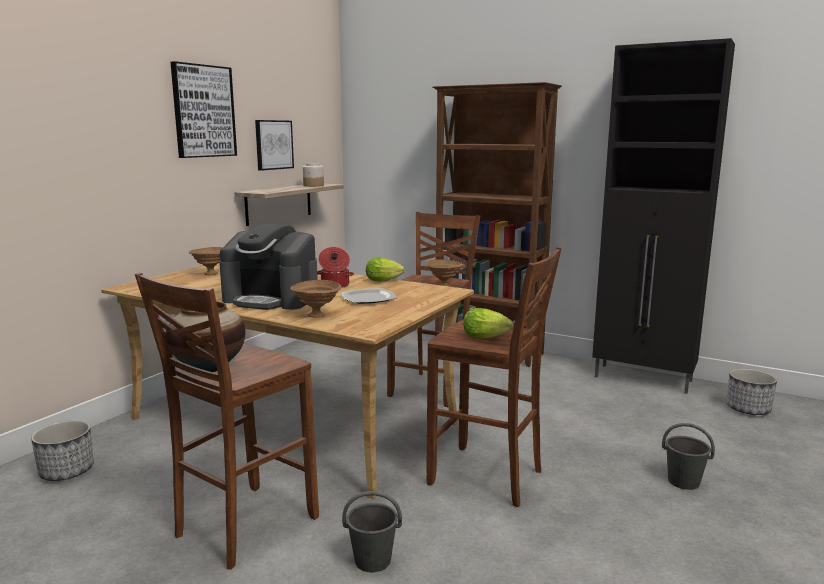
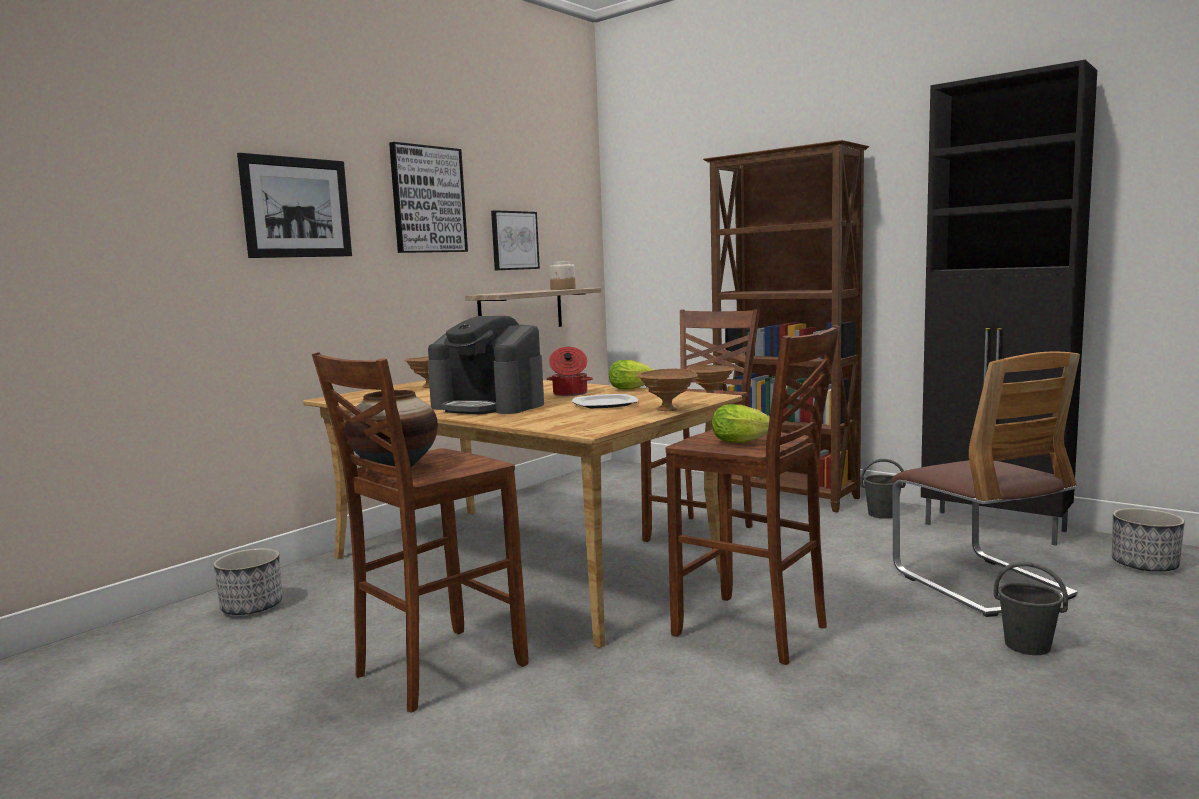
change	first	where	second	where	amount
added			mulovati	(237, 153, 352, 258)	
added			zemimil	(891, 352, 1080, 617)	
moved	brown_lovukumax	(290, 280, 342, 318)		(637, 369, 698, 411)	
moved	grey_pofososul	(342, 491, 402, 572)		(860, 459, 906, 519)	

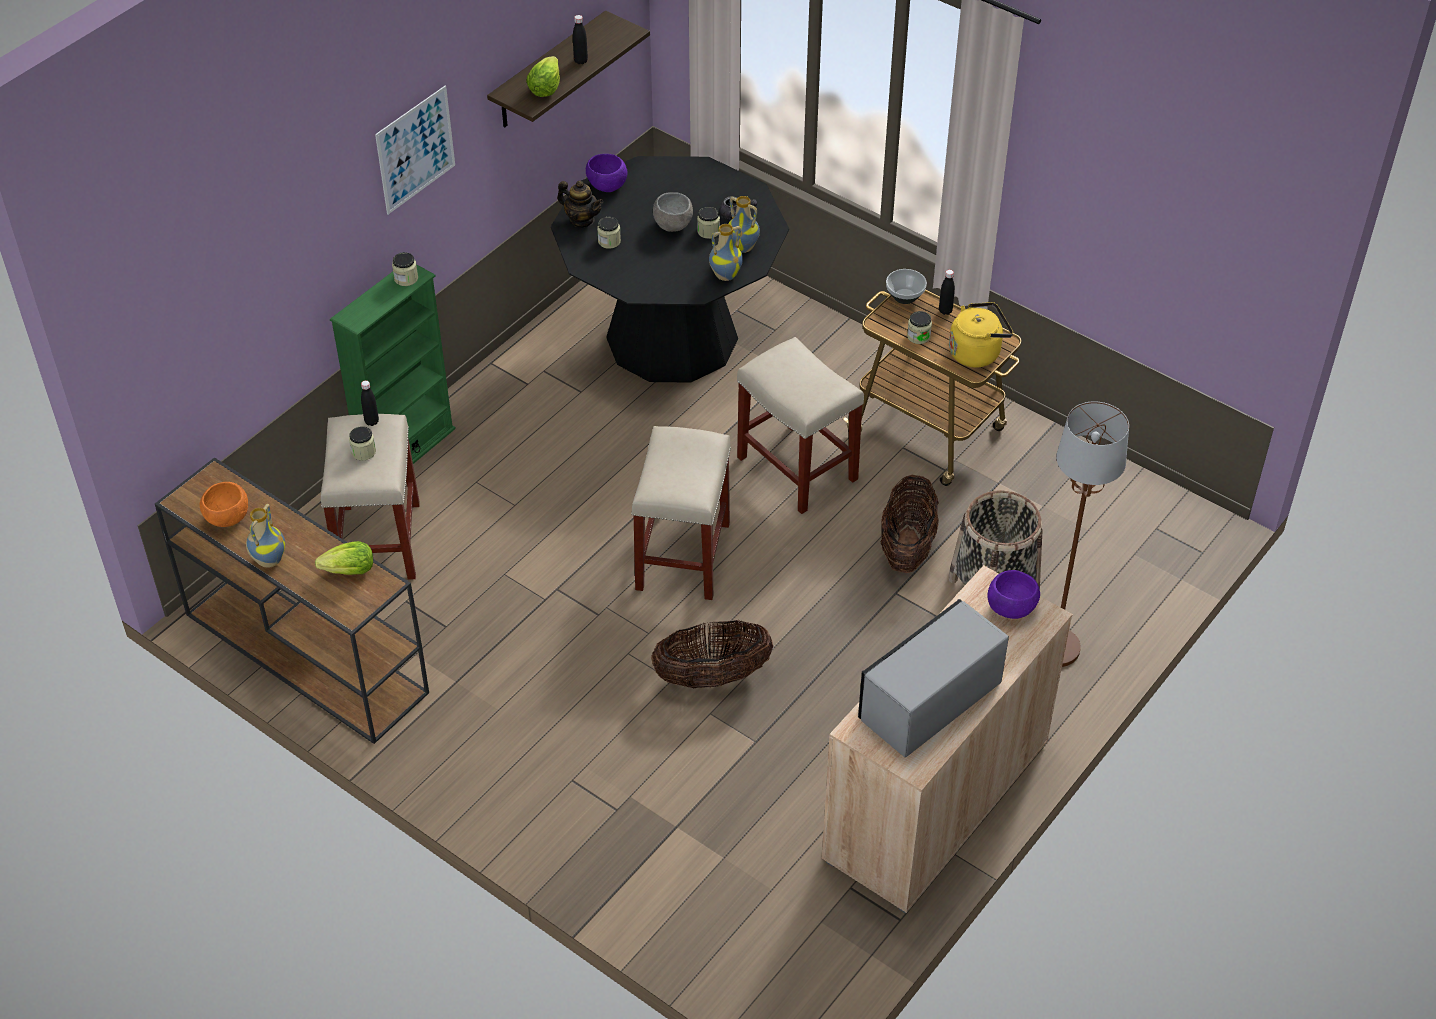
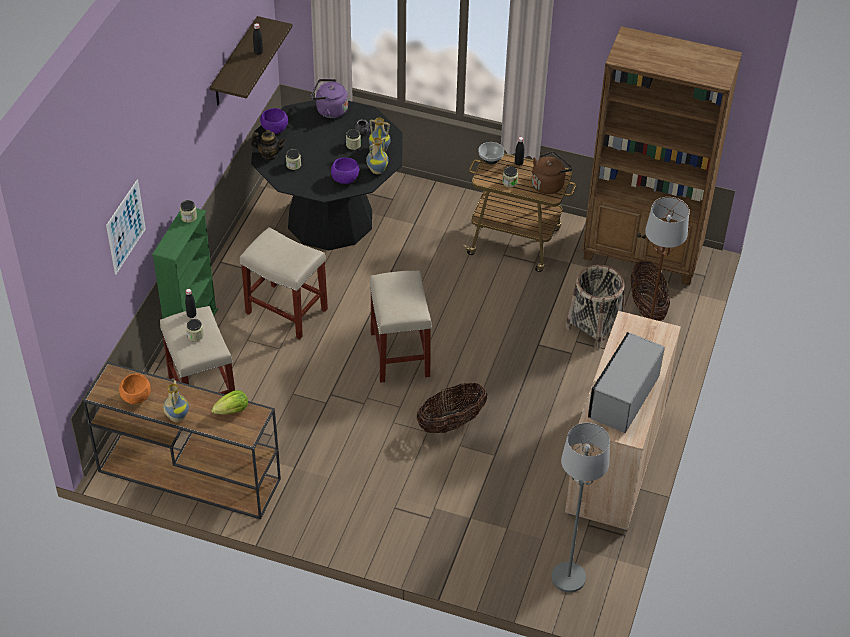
change	first	where	second	where	amount
removed	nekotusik	(526, 56, 560, 97)			
removed	grey_lovukumax	(653, 192, 693, 232)			
added			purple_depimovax	(311, 79, 348, 118)	
added			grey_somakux	(551, 423, 610, 593)	
added			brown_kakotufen	(582, 26, 742, 285)	
moved	mulovati	(375, 86, 455, 214)		(106, 179, 146, 275)	
moved	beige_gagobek	(737, 337, 864, 514)		(240, 227, 328, 340)	
moved	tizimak	(881, 475, 939, 573)		(630, 261, 670, 321)	
moved	purple_lovukumax	(987, 570, 1040, 619)		(331, 157, 359, 184)	
recoloured	yellow_depimovax	(949, 302, 1013, 368)	brown_depimovax	(532, 151, 573, 194)	

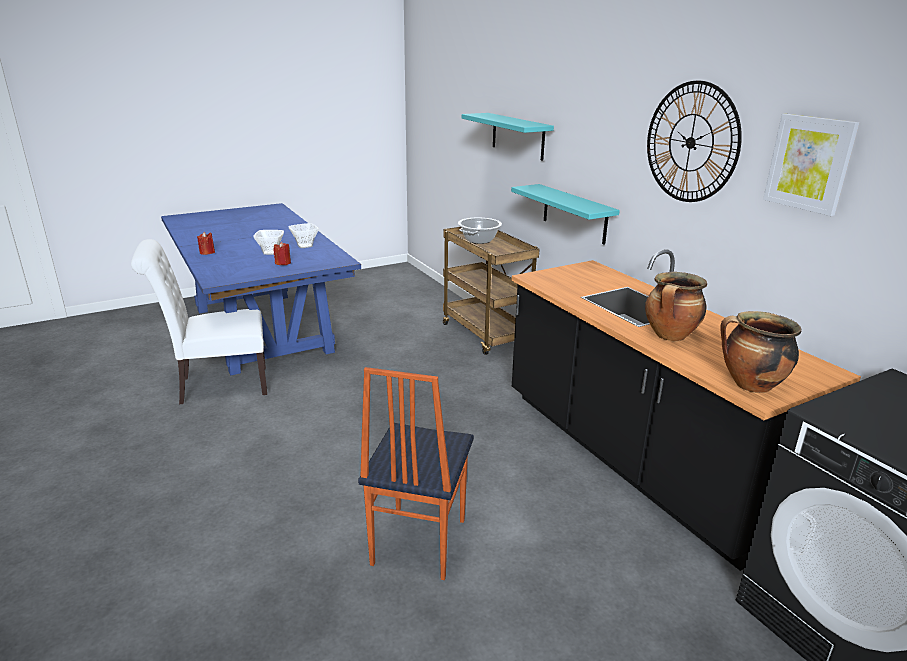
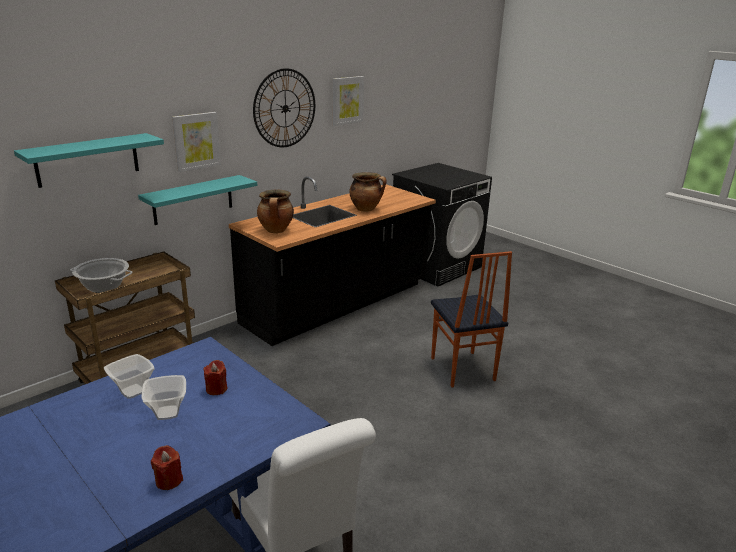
change	first	where	second	where	amount
added			mulovati	(172, 112, 221, 172)	
moved	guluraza	(720, 311, 801, 393)		(257, 190, 294, 233)	
turned	zemimil	(358, 367, 474, 580)		(431, 251, 512, 387)	75 degrees clockwise

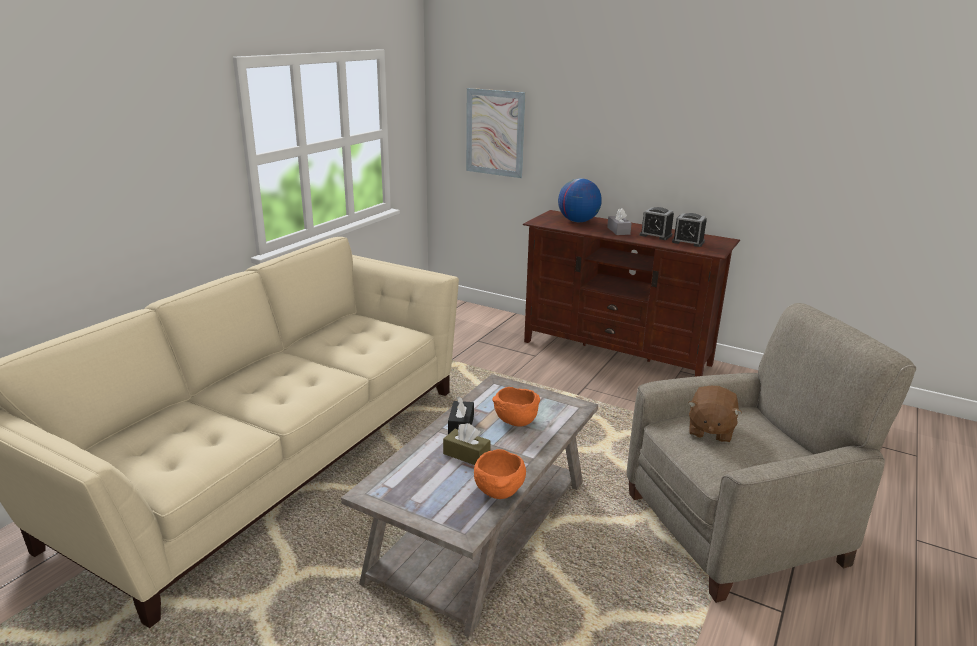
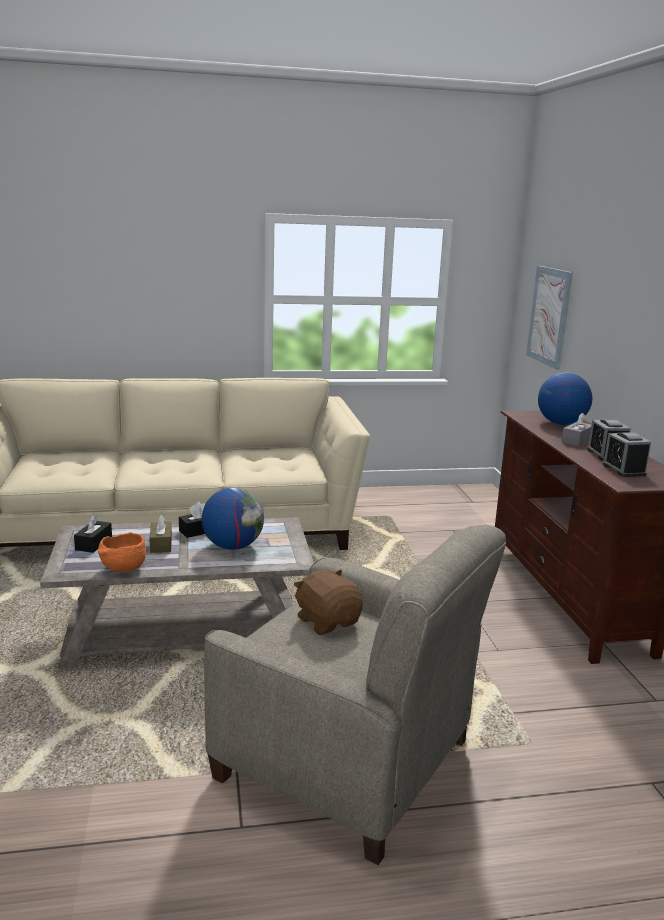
change	first	where	second	where	amount
added			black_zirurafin	(74, 514, 112, 553)	
replaced	orange_lovukumax	(492, 387, 540, 427)	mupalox	(201, 487, 264, 550)	
turned	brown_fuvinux	(688, 386, 742, 443)		(294, 570, 363, 635)	75 degrees clockwise

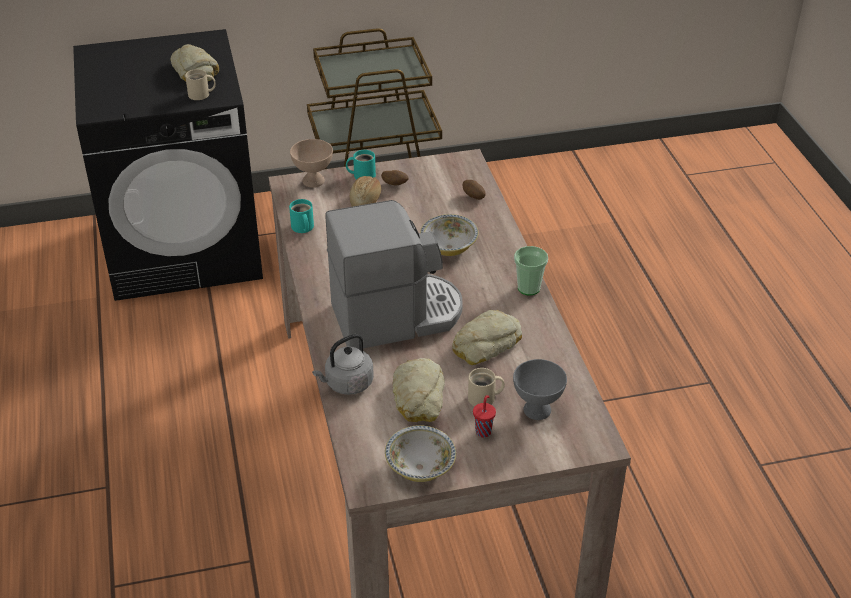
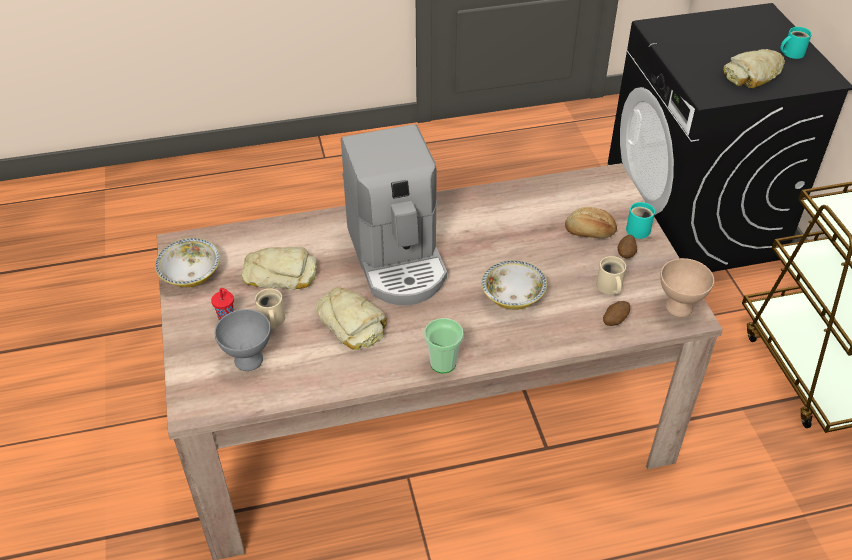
change	first	where	second	where	amount
removed	grey_depimovax	(312, 334, 374, 395)			
moved	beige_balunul	(185, 69, 216, 100)		(596, 256, 626, 295)	
moved	turquoise_balunul	(289, 199, 314, 233)		(781, 27, 812, 59)	
moved	beige_lovukumax	(290, 139, 333, 188)		(660, 258, 714, 317)	

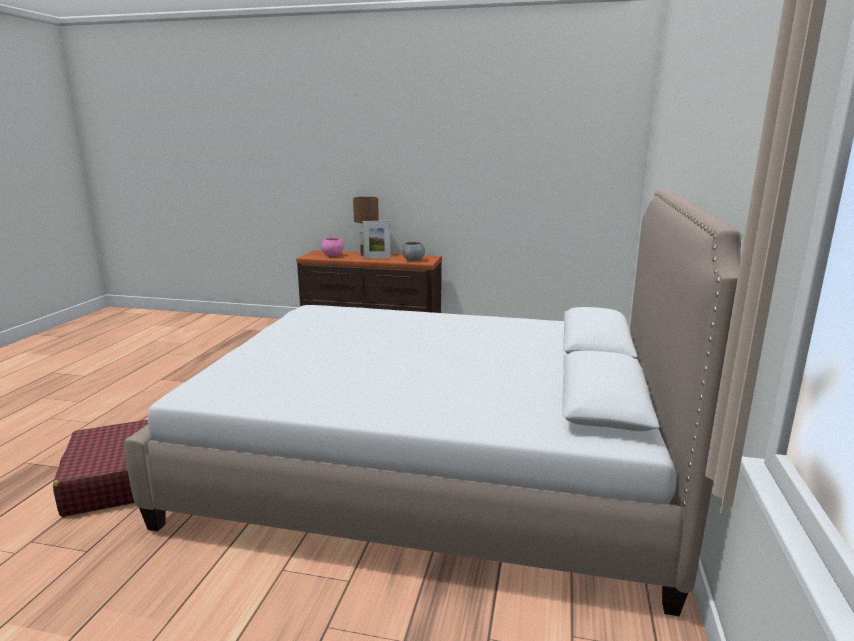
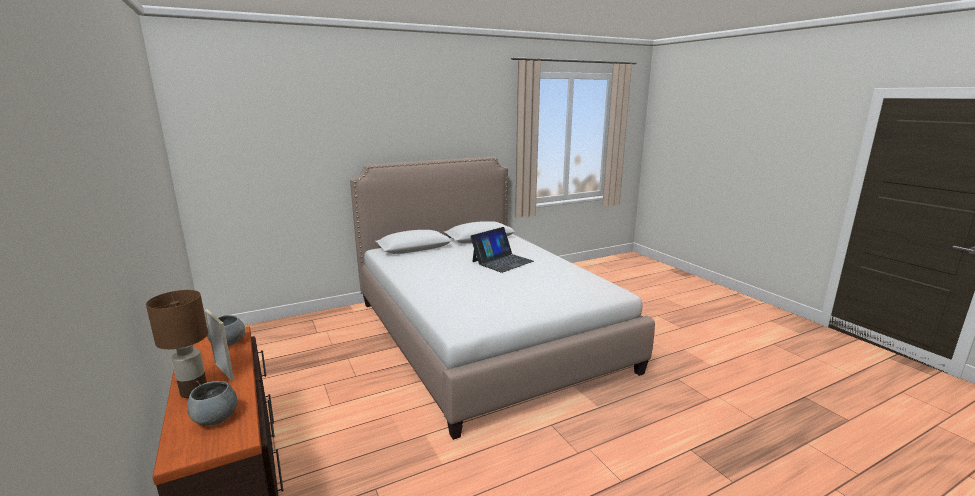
change	first	where	second	where	amount
removed	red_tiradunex	(53, 419, 148, 517)			
added			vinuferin	(470, 227, 534, 273)	
recoloured	pink_lovukumax	(321, 238, 344, 256)	grey_lovukumax	(187, 381, 237, 426)	

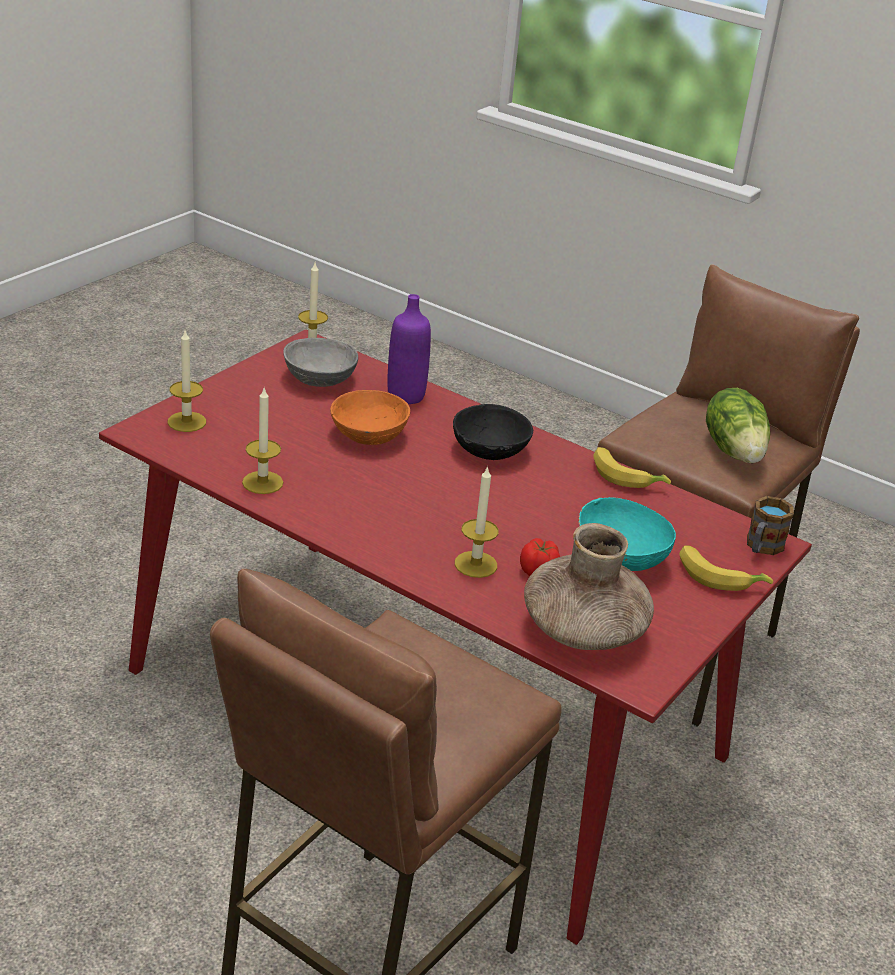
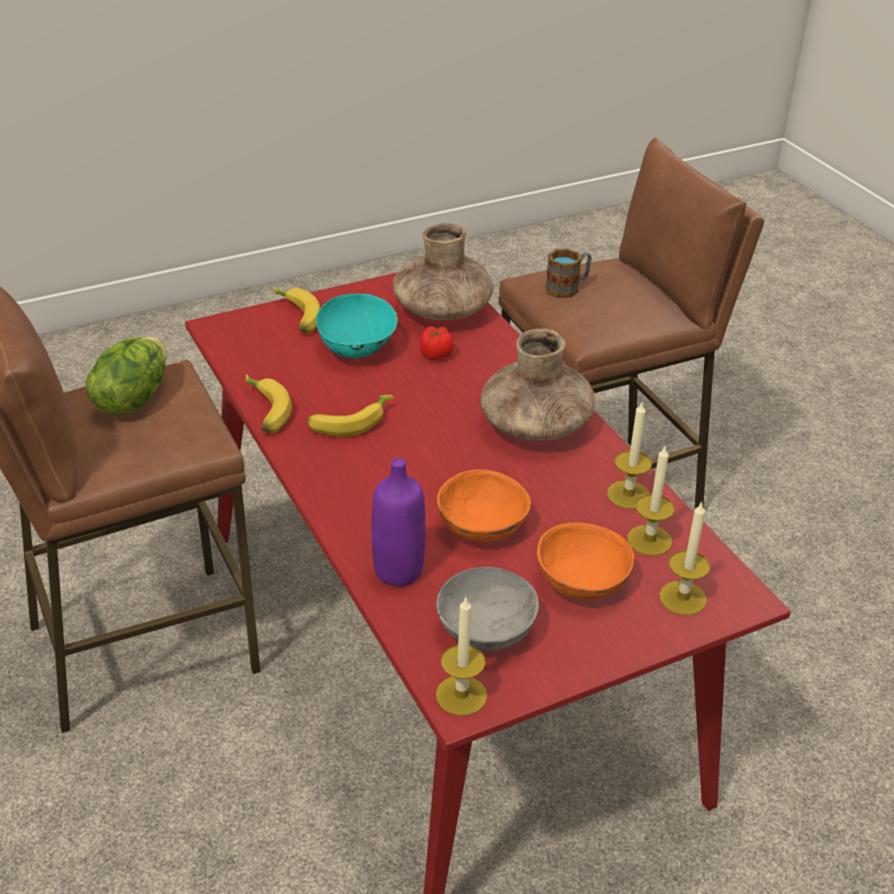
change	first	where	second	where	amount
removed	black_lovukumax	(453, 404, 533, 460)			
added			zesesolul	(308, 395, 394, 437)	
added			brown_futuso	(480, 329, 595, 440)	
added			orange_lovukumax	(537, 523, 634, 600)	
moved	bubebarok	(455, 466, 499, 578)		(627, 446, 674, 556)	
moved	balunul	(747, 496, 794, 555)		(545, 249, 591, 298)	

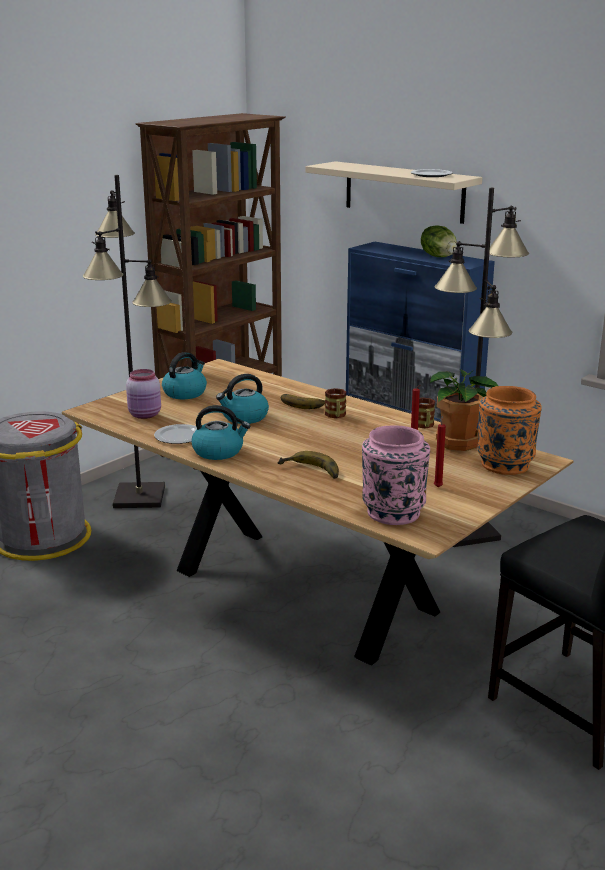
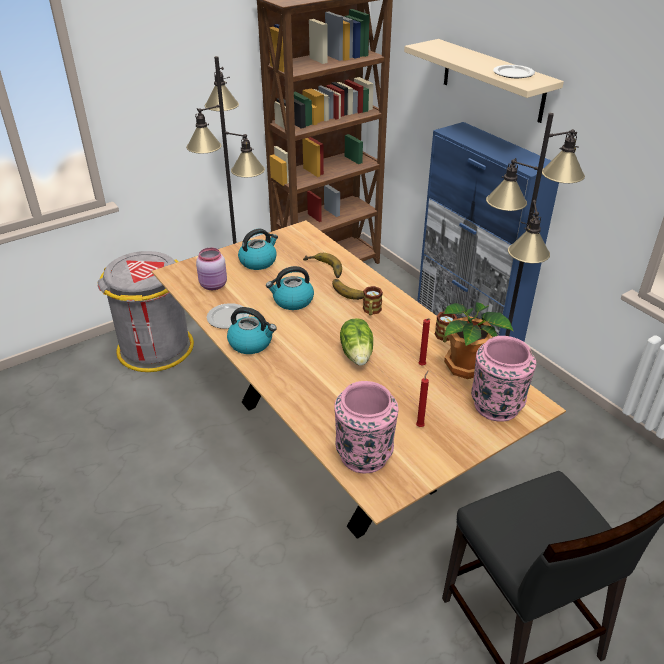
change	first	where	second	where	amount
moved	zesesolul	(278, 451, 339, 479)		(303, 253, 342, 278)	
moved	nekotusik	(421, 225, 457, 257)		(340, 318, 373, 366)	
recoloured	orange_futuso	(477, 386, 542, 475)	pink_futuso	(471, 336, 536, 422)	

